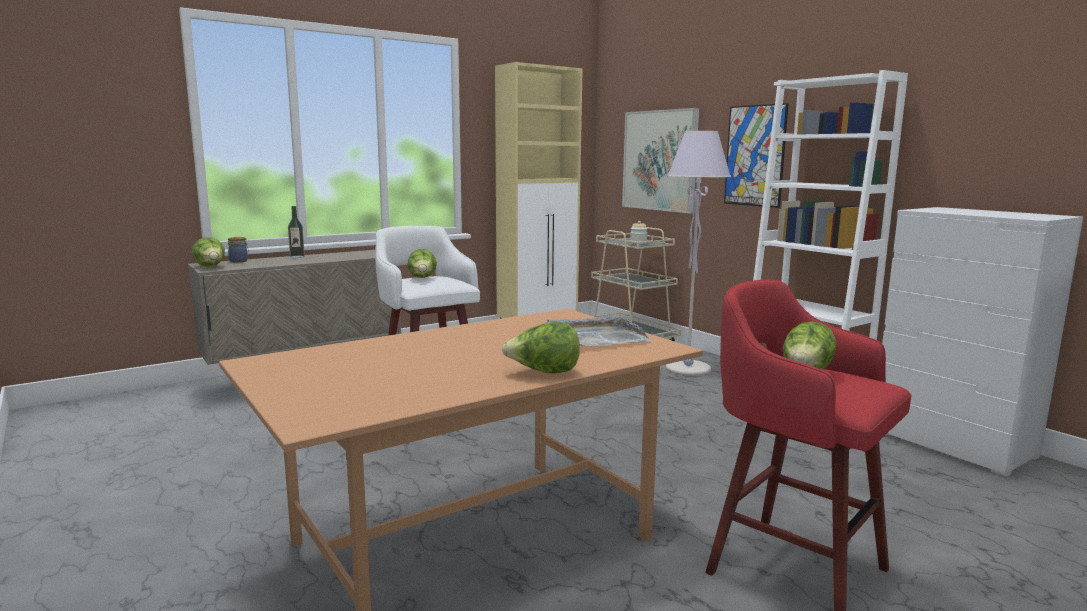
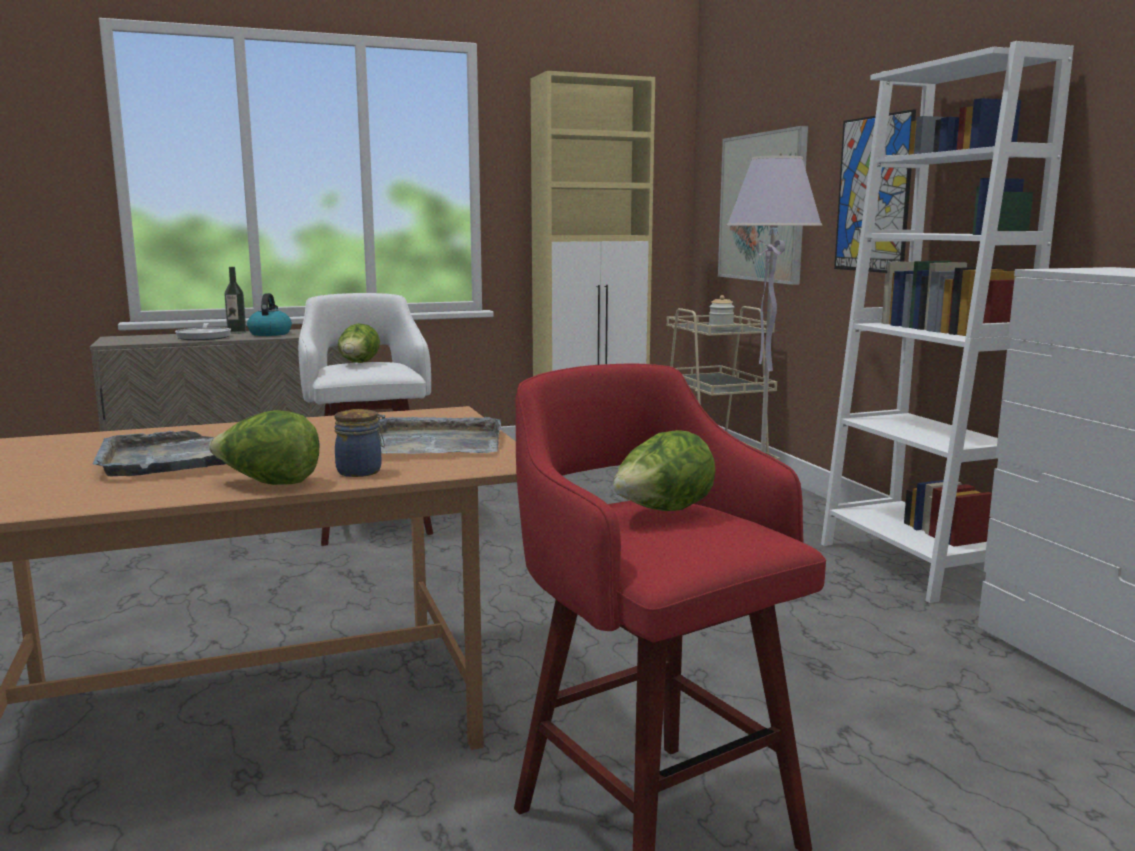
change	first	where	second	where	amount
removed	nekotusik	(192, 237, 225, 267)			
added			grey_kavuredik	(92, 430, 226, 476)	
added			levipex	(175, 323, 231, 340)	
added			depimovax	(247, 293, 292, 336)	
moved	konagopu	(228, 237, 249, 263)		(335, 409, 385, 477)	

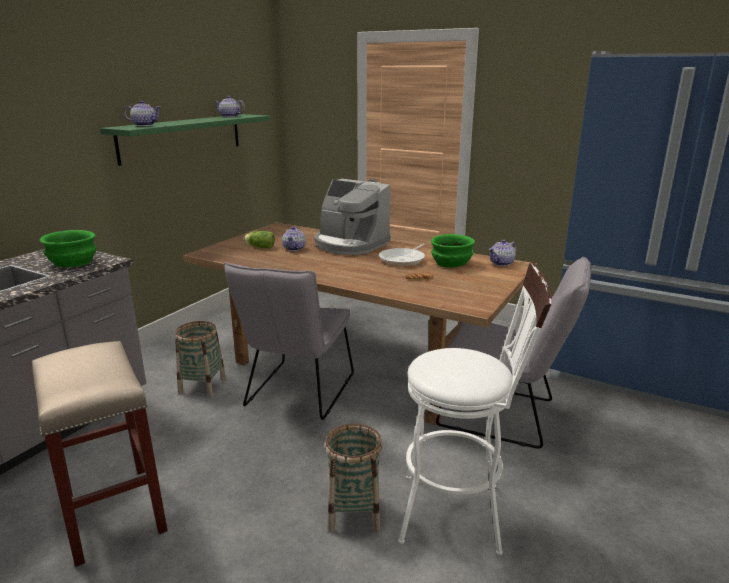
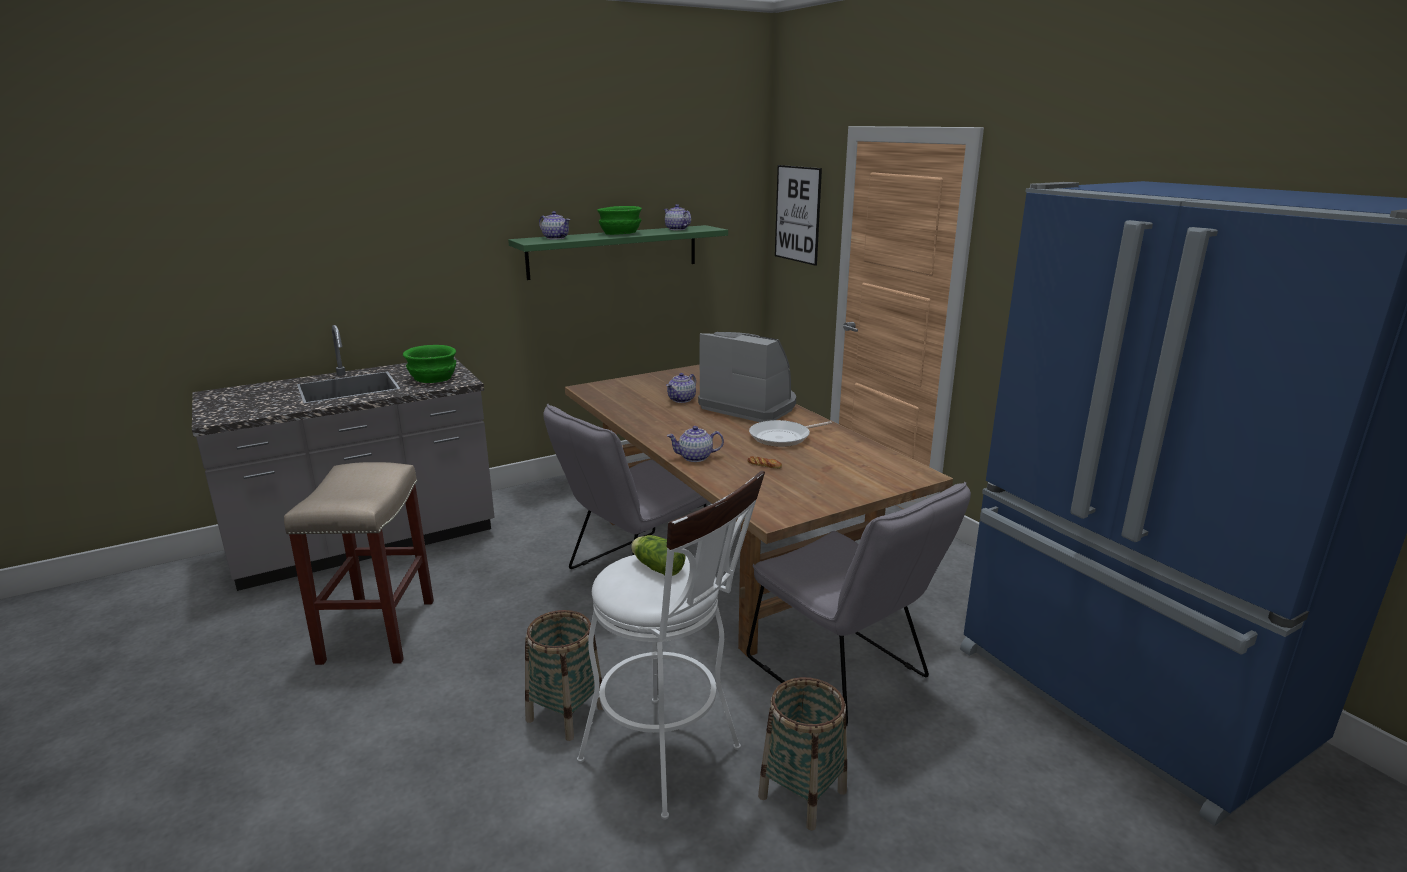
change	first	where	second	where	amount
added			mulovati	(775, 165, 822, 266)	
moved	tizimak	(175, 321, 226, 397)		(758, 677, 847, 831)	
moved	nekotusik	(244, 231, 275, 248)		(631, 535, 686, 576)	
moved	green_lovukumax	(431, 234, 475, 267)		(597, 206, 642, 235)	
moved	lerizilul	(489, 240, 517, 266)		(667, 426, 724, 462)	
turned	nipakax	(315, 179, 391, 255)		(698, 332, 796, 422)	150 degrees clockwise

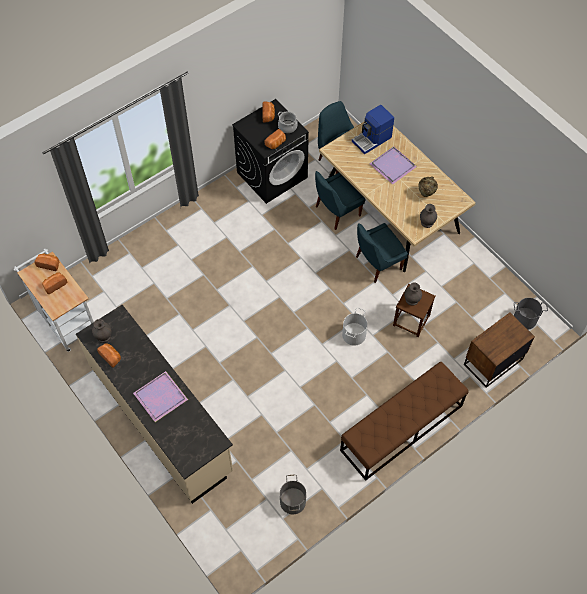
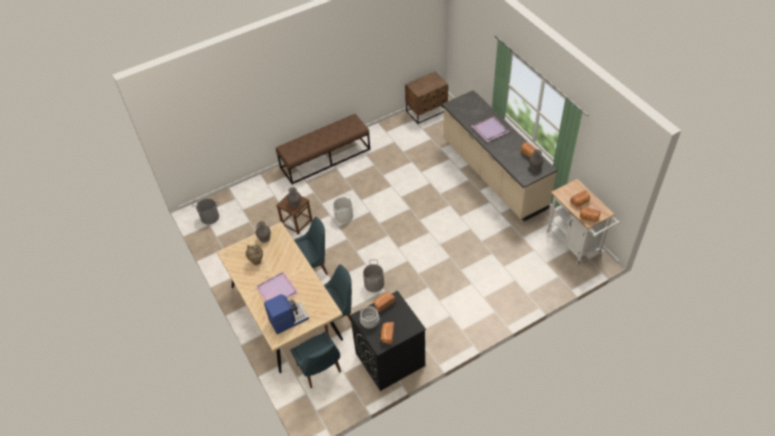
change	first	where	second	where	amount
moved	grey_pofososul	(280, 475, 306, 514)		(363, 259, 384, 292)	
moved	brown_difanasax	(464, 312, 535, 388)		(405, 72, 448, 124)	

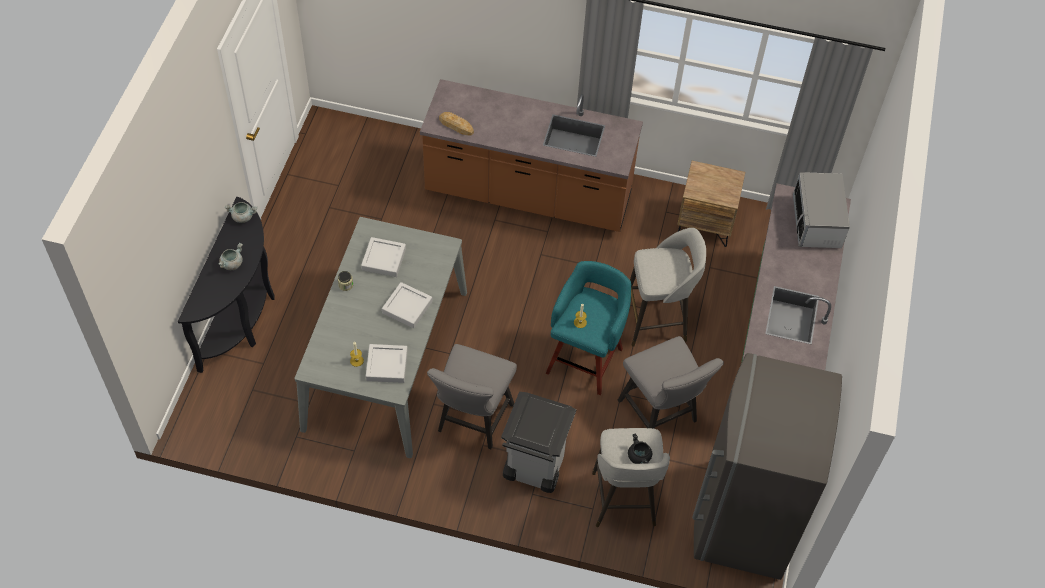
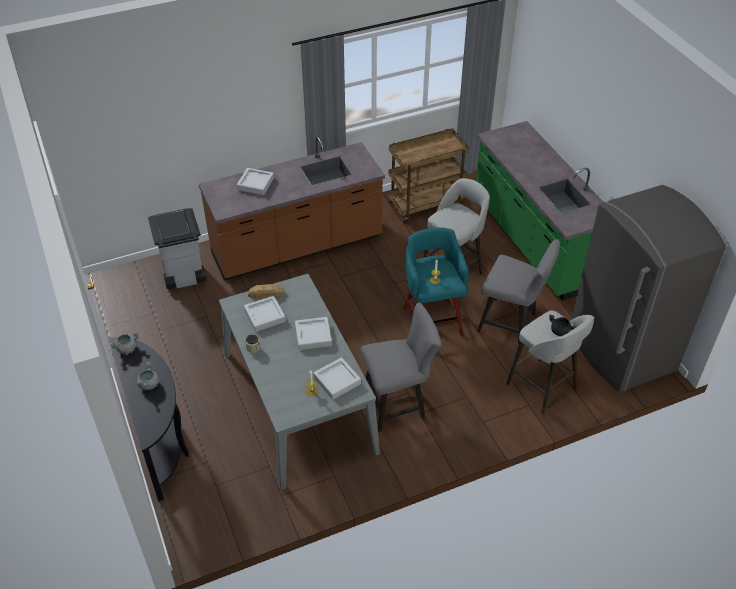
change	first	where	second	where	amount
removed	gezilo	(793, 172, 850, 248)			
added			grey_kavuredik	(237, 168, 274, 195)	
moved	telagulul	(439, 112, 474, 136)		(248, 284, 285, 299)	
moved	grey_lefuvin	(501, 392, 576, 493)		(148, 208, 206, 289)	
replaced	brown_difanasax	(677, 161, 745, 247)	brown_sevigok	(388, 128, 469, 224)	
turned	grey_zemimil	(427, 344, 517, 449)		(361, 302, 442, 432)	90 degrees counterclockwise

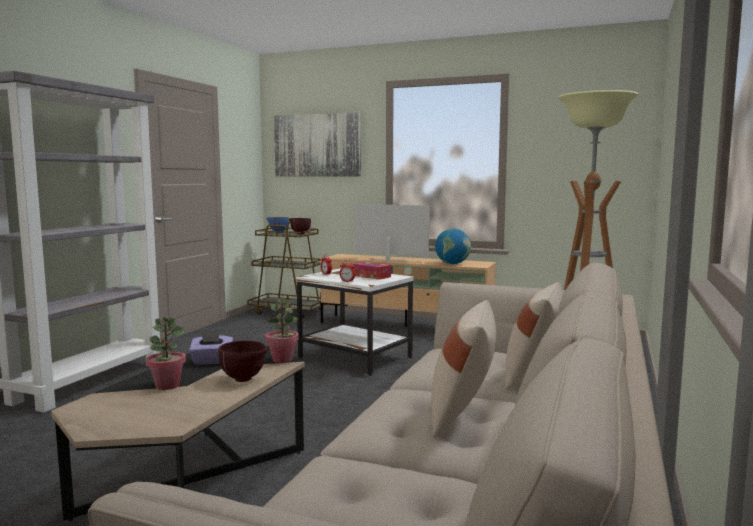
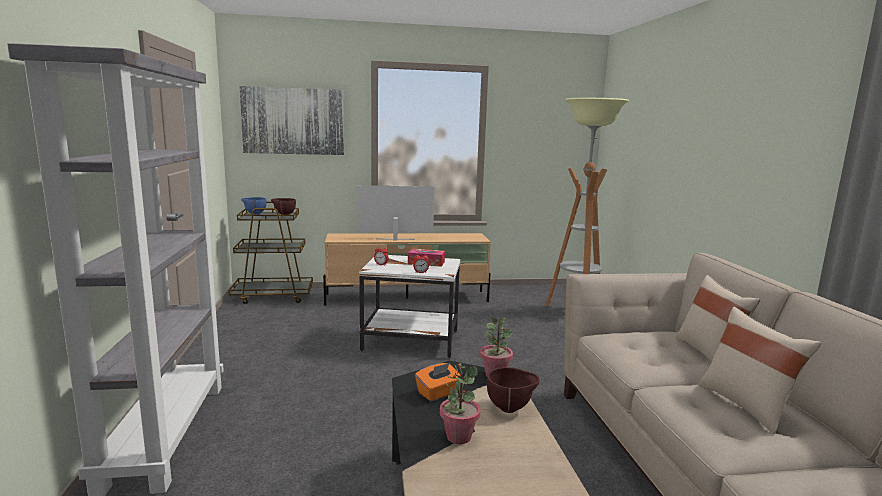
change	first	where	second	where	amount
removed	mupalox	(435, 229, 471, 264)			
recoloured	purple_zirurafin	(189, 332, 233, 365)	orange_zirurafin	(415, 363, 461, 401)	

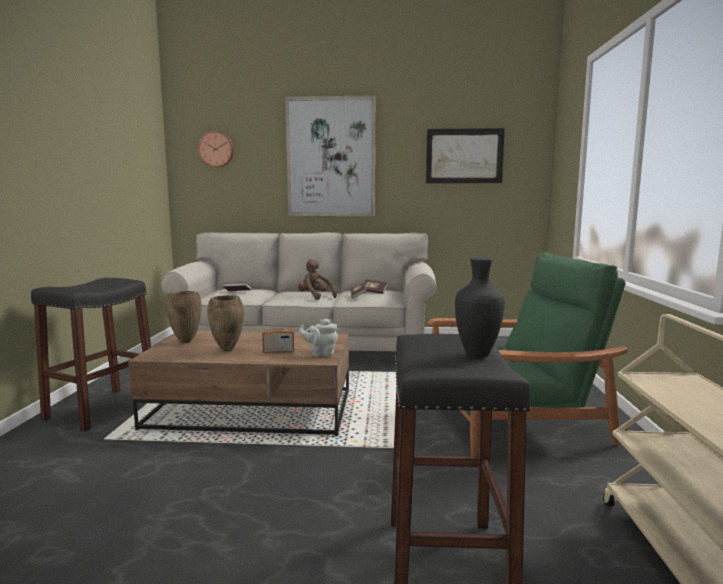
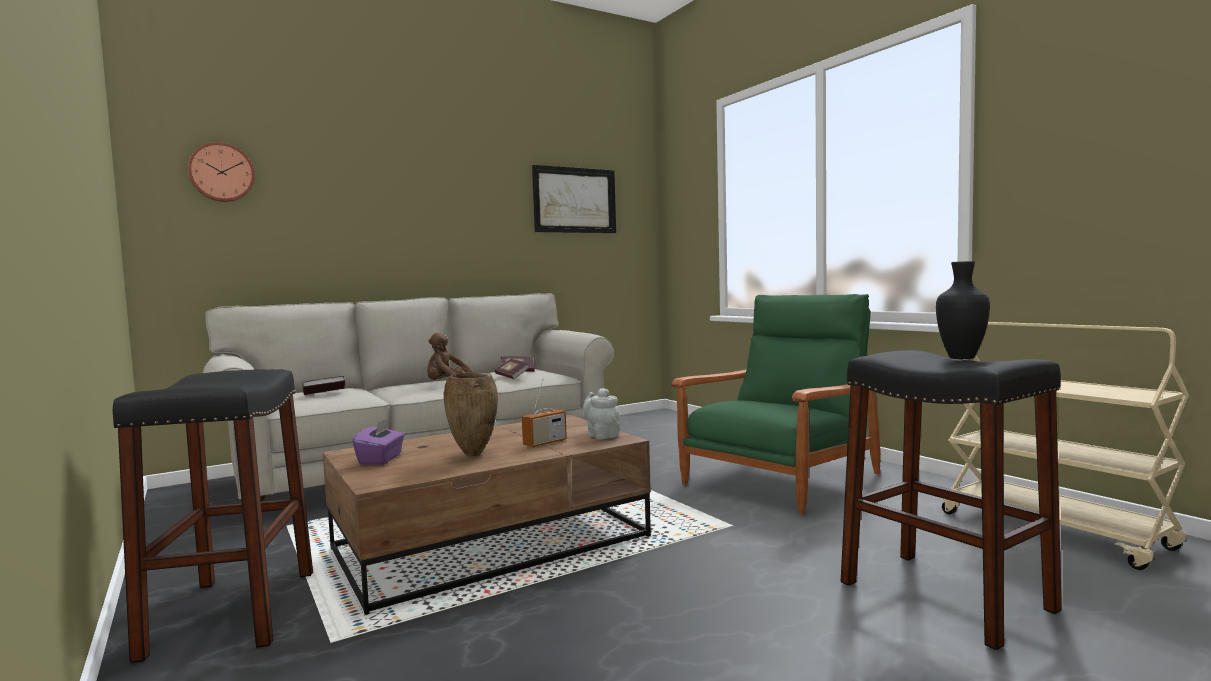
change	first	where	second	where	amount
removed	mulovati	(285, 95, 375, 216)			
replaced	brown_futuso	(166, 291, 202, 343)	purple_zirurafin	(352, 418, 405, 465)	
turned	grey_lerizilul	(299, 318, 338, 357)		(583, 388, 619, 440)	105 degrees clockwise

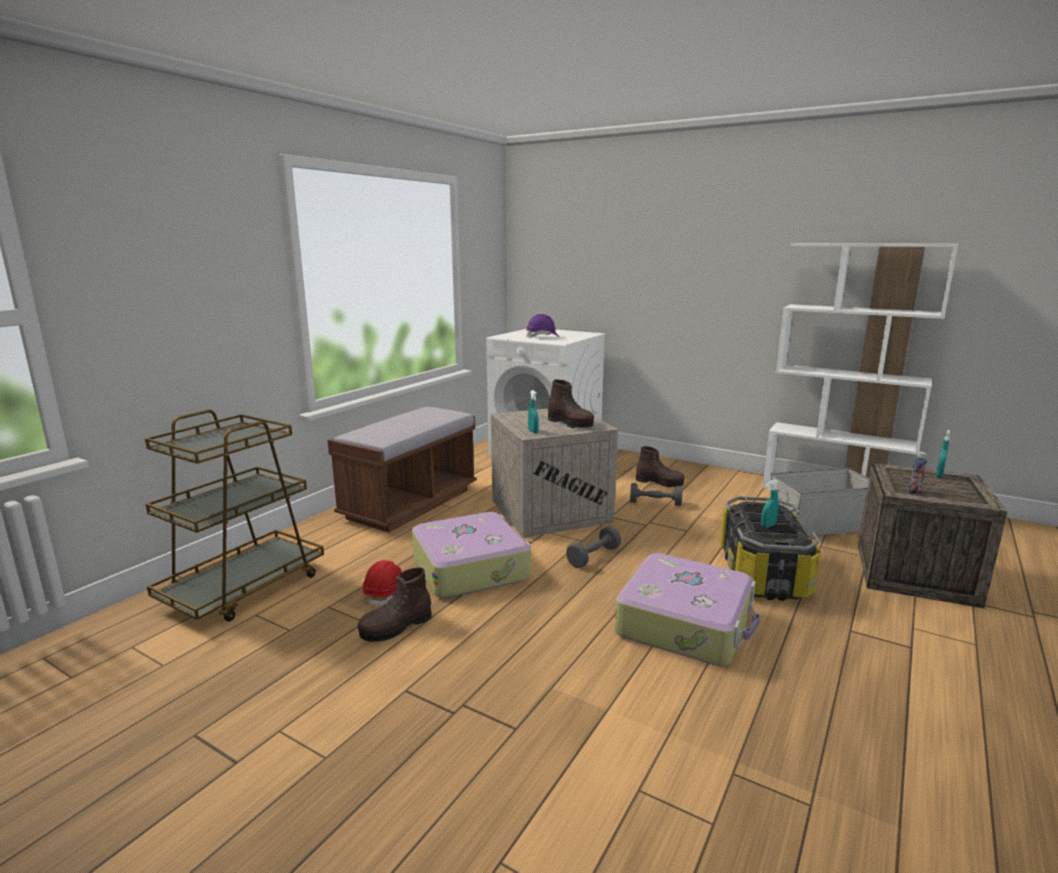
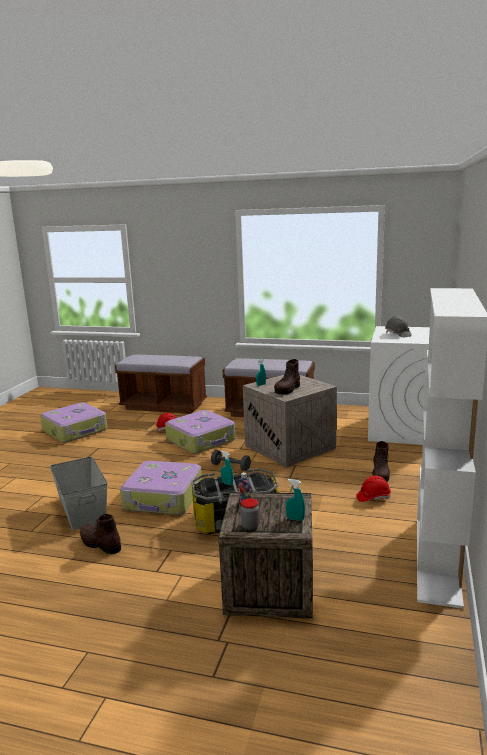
change	first	where	second	where	amount
removed	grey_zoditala	(630, 483, 682, 506)			
added			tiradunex	(40, 402, 107, 443)	
added			konagopu	(241, 498, 260, 530)	
added			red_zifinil	(356, 476, 391, 502)	
moved	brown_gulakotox	(357, 567, 432, 642)		(80, 514, 121, 554)	
moved	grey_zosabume	(770, 468, 869, 536)		(50, 457, 108, 530)	
replaced	brown_sevigok	(145, 410, 324, 622)	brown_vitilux	(115, 355, 207, 414)	
recoloured	purple_zifinil	(526, 314, 558, 338)	grey_zifinil	(385, 316, 412, 337)	

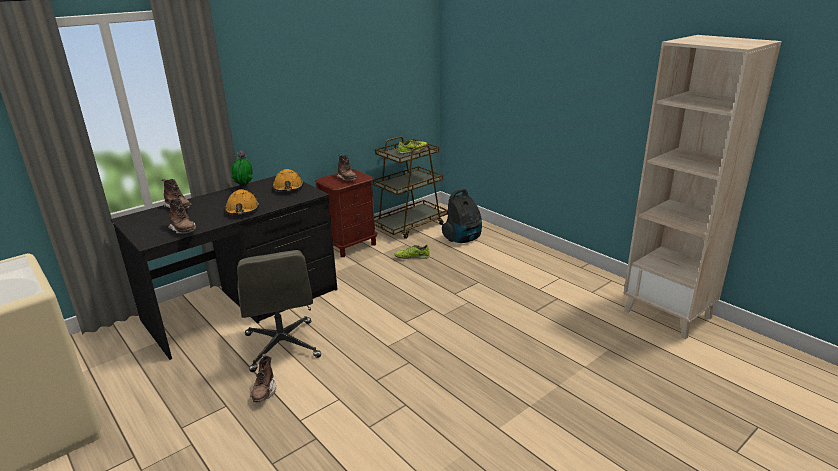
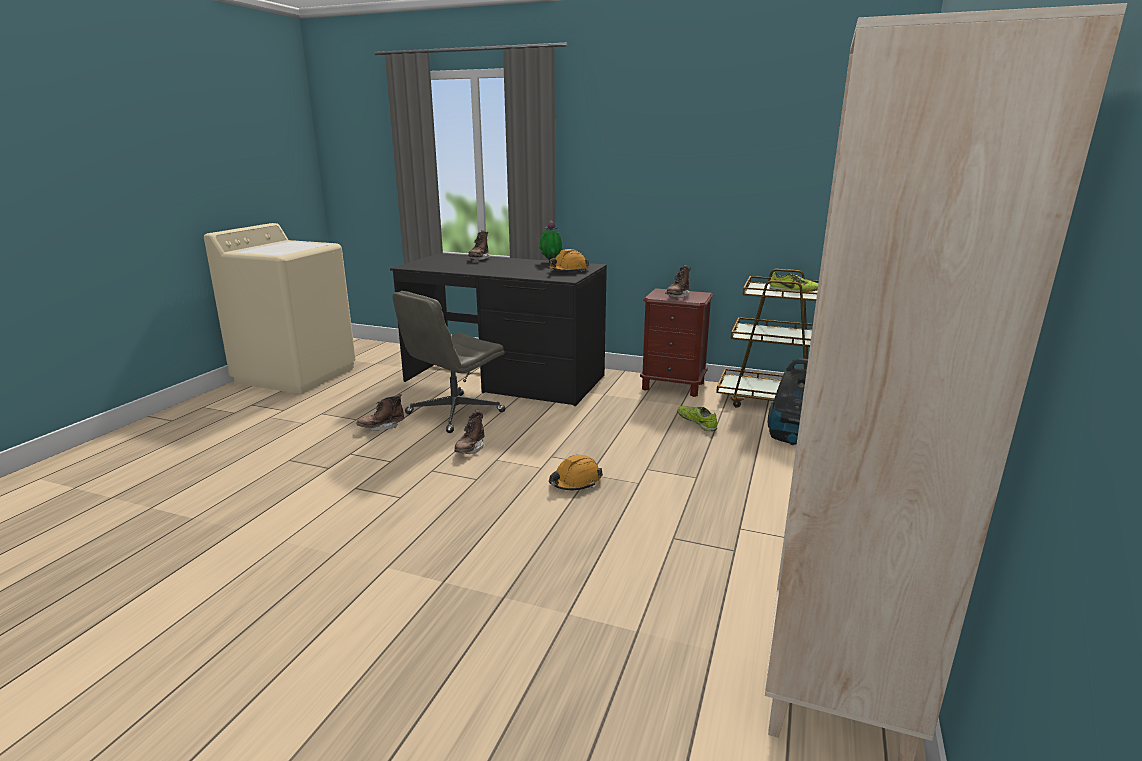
change	first	where	second	where	amount
moved	brown_gulakotox	(168, 198, 196, 234)		(454, 410, 485, 454)	
moved	orange_zifinil	(225, 189, 259, 215)		(549, 455, 603, 490)	

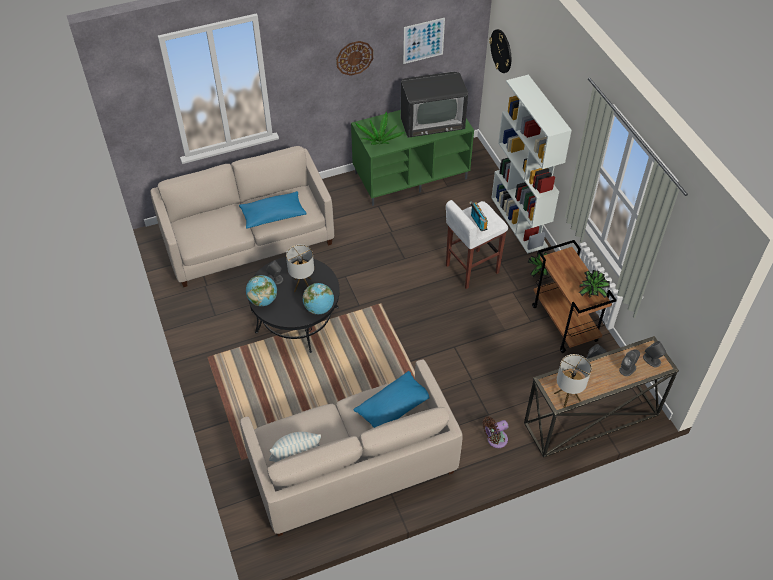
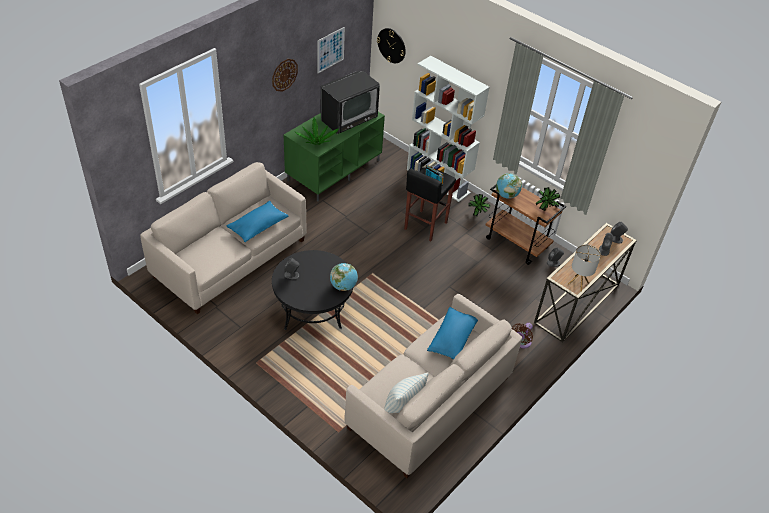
change	first	where	second	where	amount
removed	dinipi	(286, 244, 314, 292)			
moved	mupalox	(246, 275, 277, 306)		(496, 173, 522, 199)	
recoloured	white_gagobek	(446, 200, 508, 289)	black_gagobek	(404, 166, 456, 242)	

